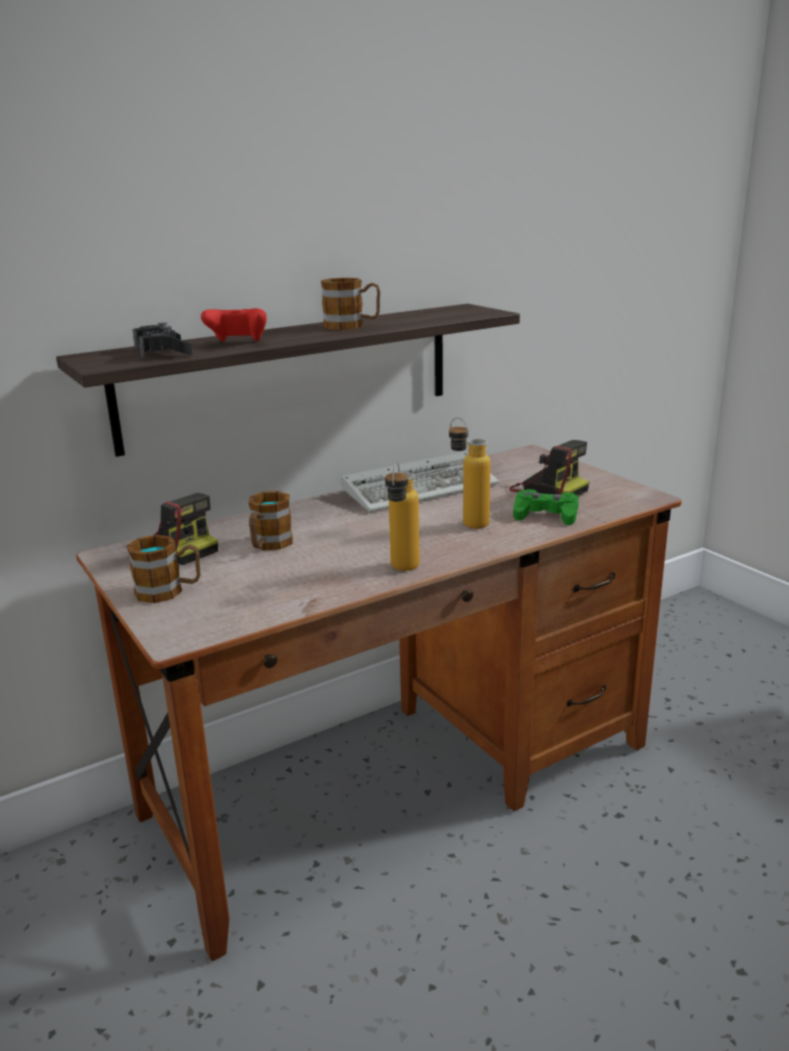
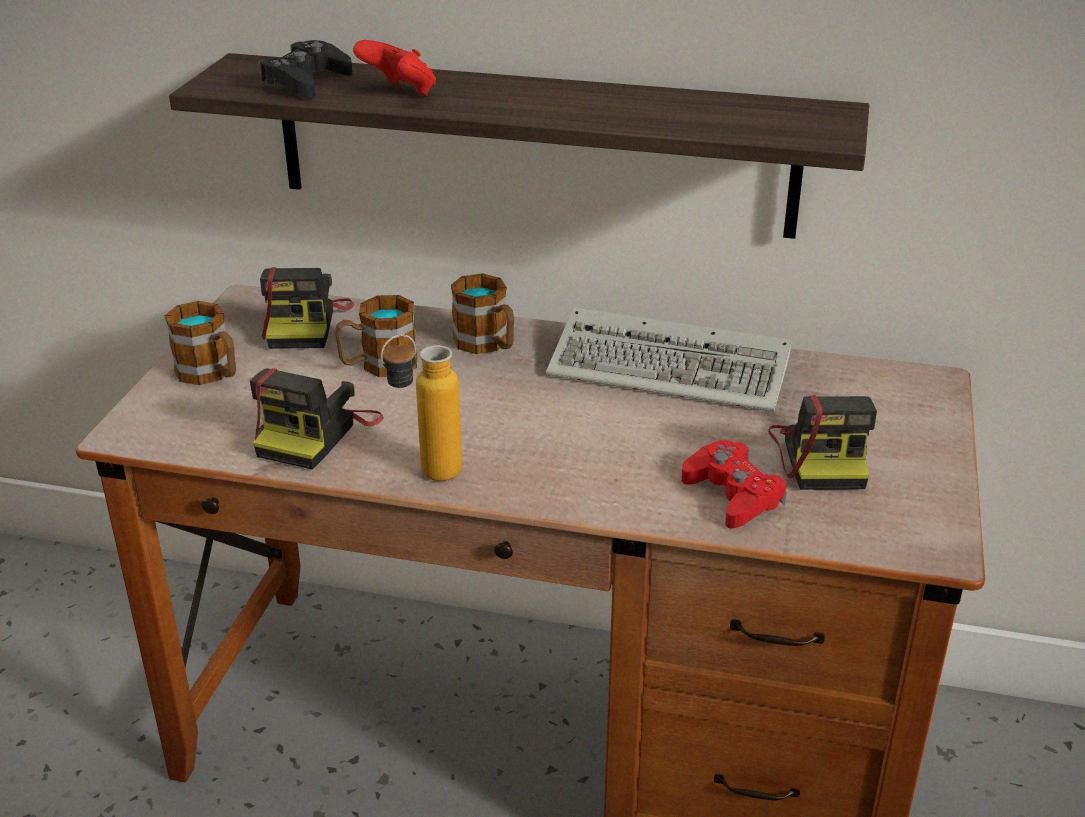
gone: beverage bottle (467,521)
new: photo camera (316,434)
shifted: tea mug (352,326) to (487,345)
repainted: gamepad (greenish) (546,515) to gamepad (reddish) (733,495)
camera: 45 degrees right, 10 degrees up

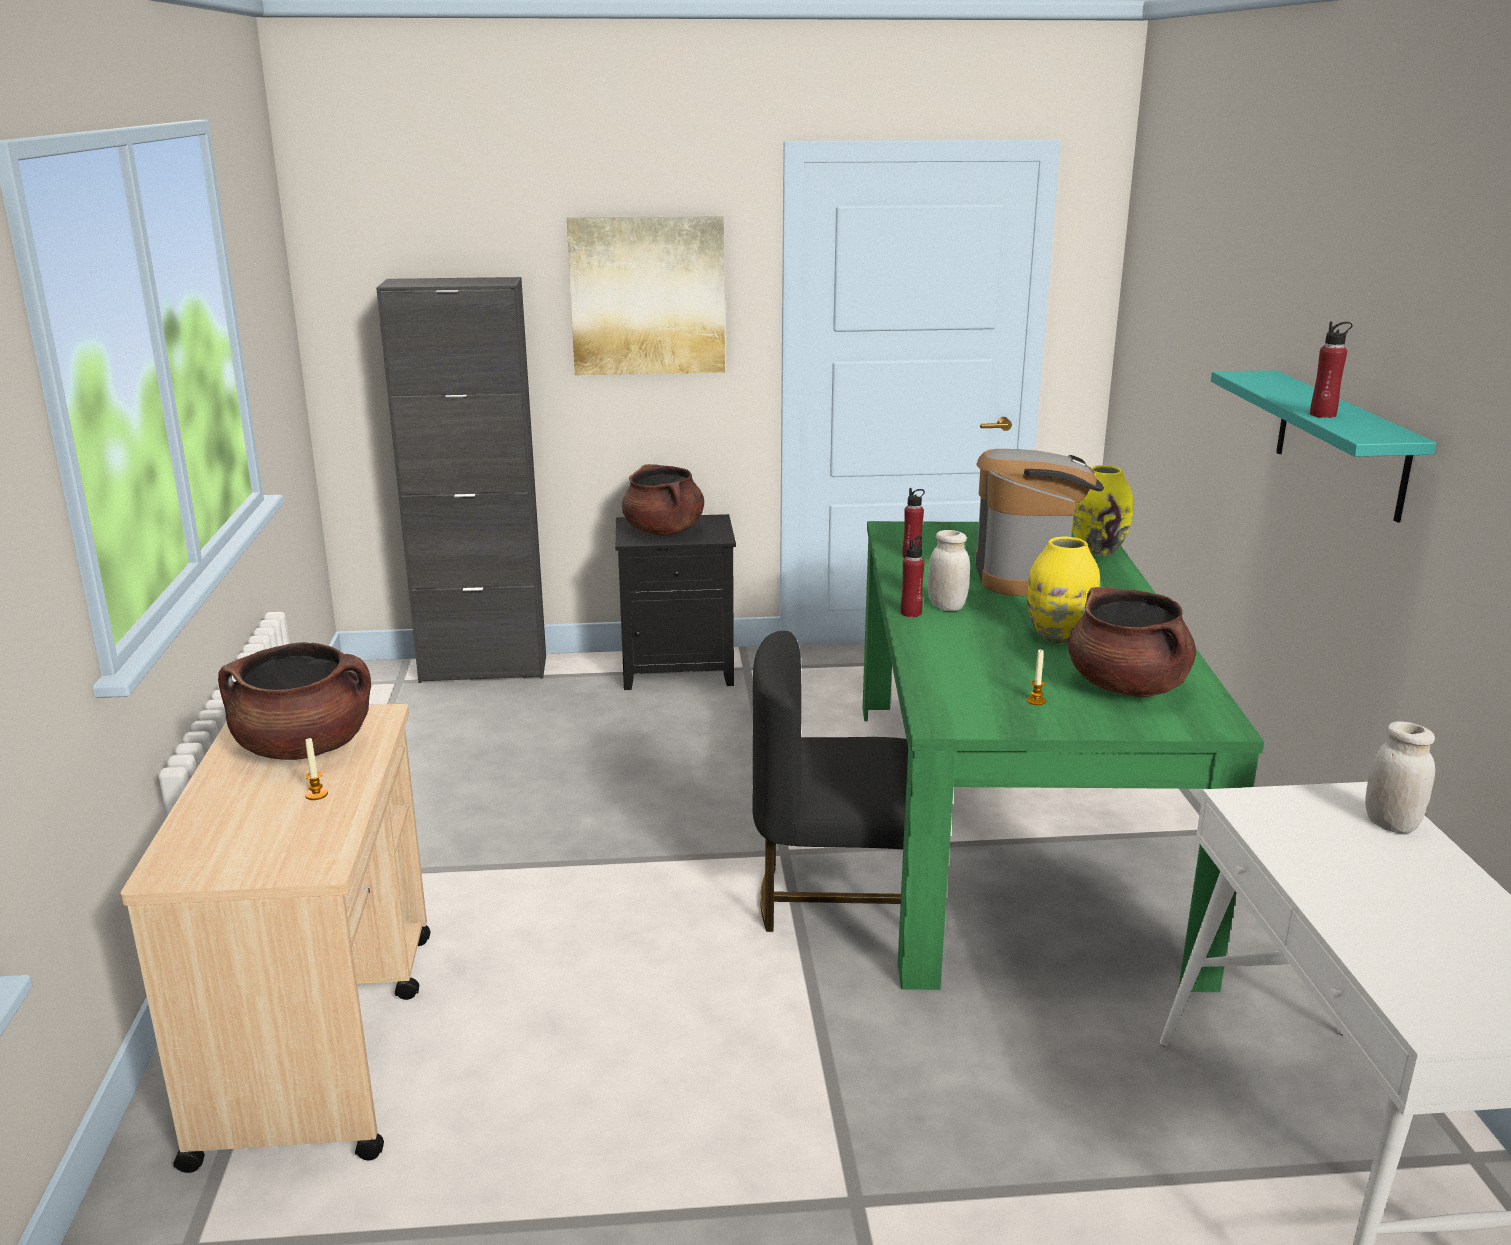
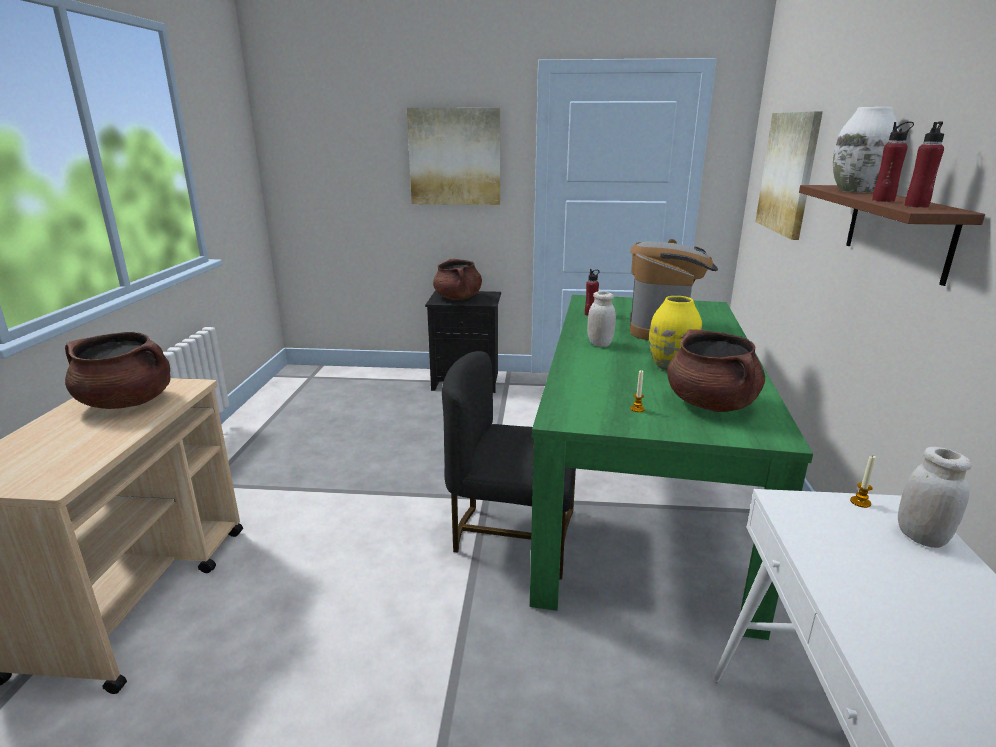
gone: storage cabinet (black) (483,669); flower vase (yellowish) (1097,550)
new: wall art (788,173); flower vase (white-coloured) (856,190)
shifted: wax candle (316,794) to (860,502); beverage bottle (reddish) (911,613) to (916,206)
repainted: wall shelf (turquoise-coloured) (1341,443) to wall shelf (brown-coloured) (897,230)
camera: 10 degrees right, 0 degrees up

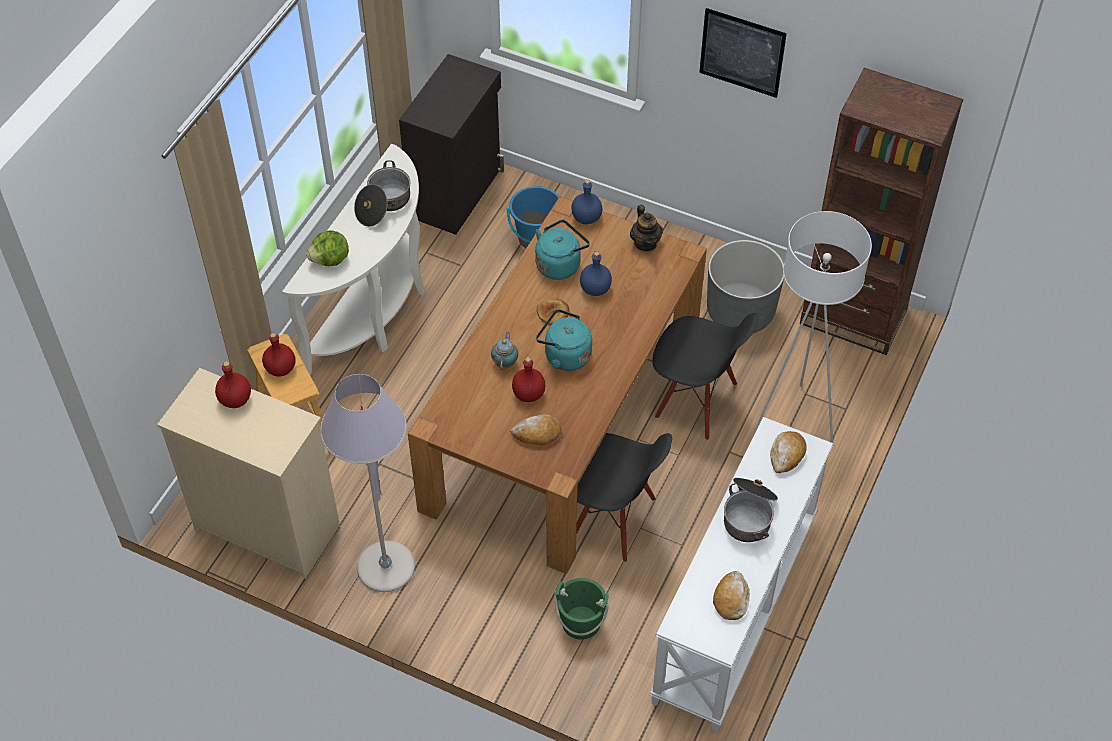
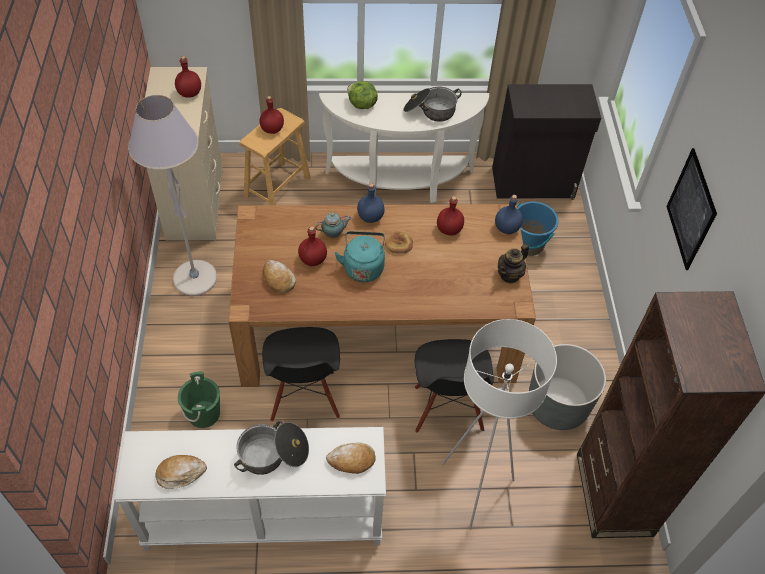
shifted: beverage bottle (blue-coloured) (595,289) to (370,217)
swapped: kettle (turquoise-coloured) (560,264) to beverage bottle (reddish) (449,230)
camera: 60 degrees right, 0 degrees up

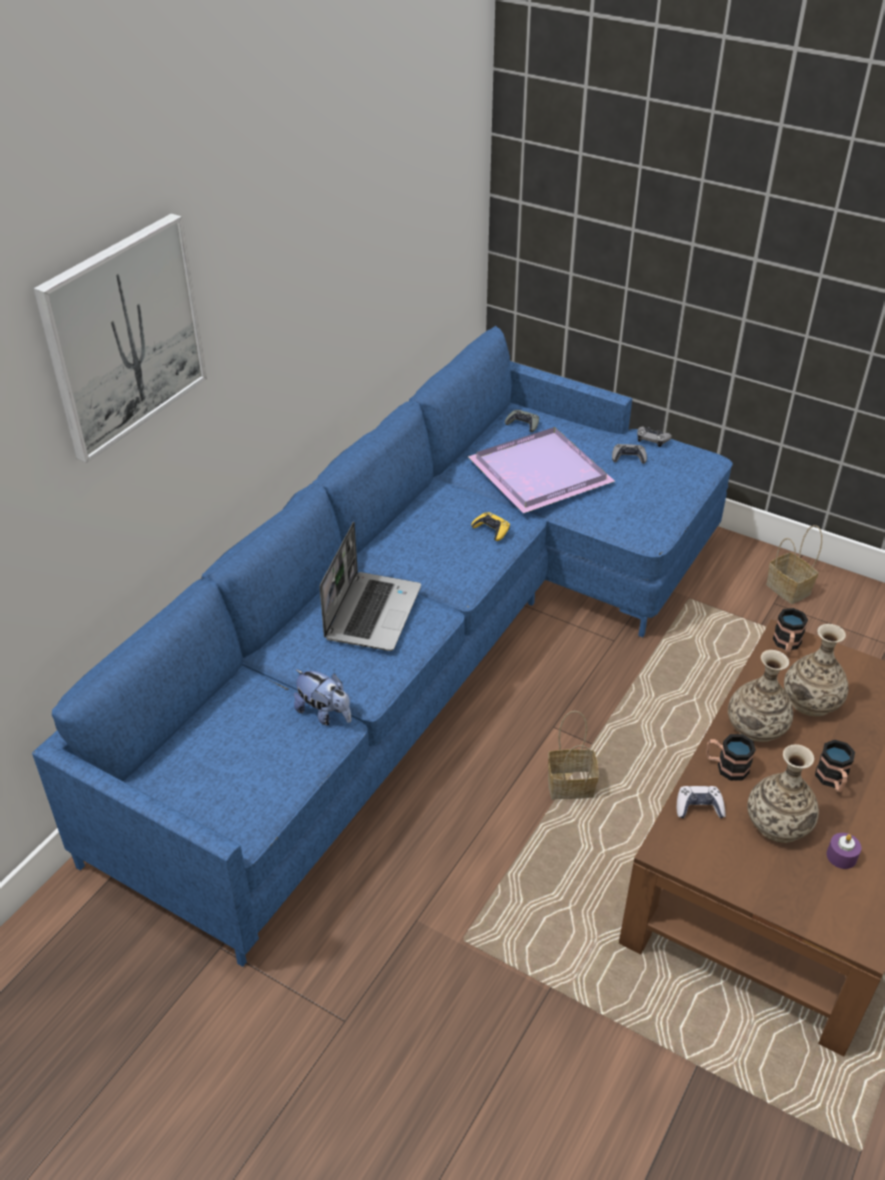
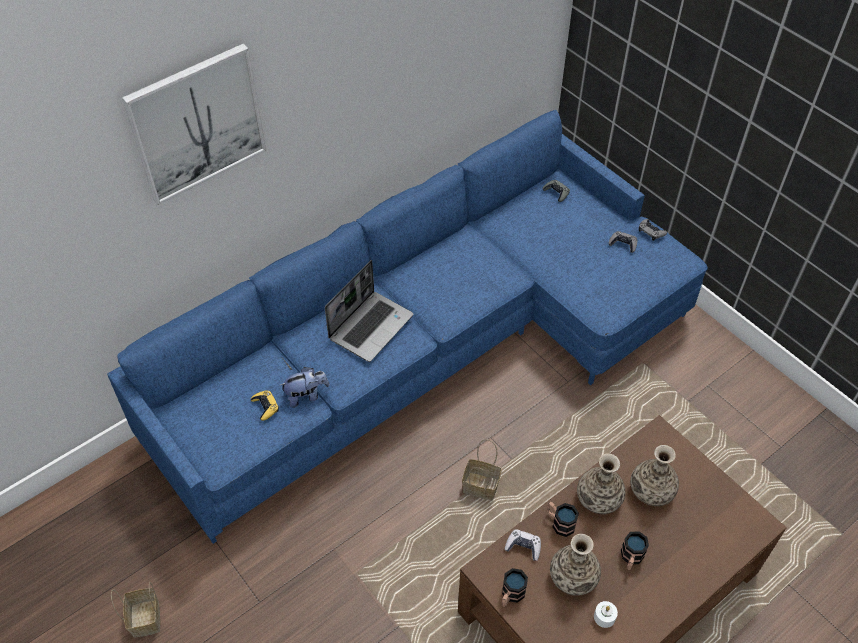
gone: tray (purple-coloured) (537,472)
shifted: household basket (790,589) to (146,619); gamepad (yellowish) (491,529) to (265,407); tea mug (786,645) to (511,595)
repainted: wax candle (purple-coloured) (841,856) to wax candle (white-coloured) (604,617)
rotated: plush toy (324,713) = (306,395) 75 degrees counterclockwise
camera: 20 degrees right, 10 degrees up

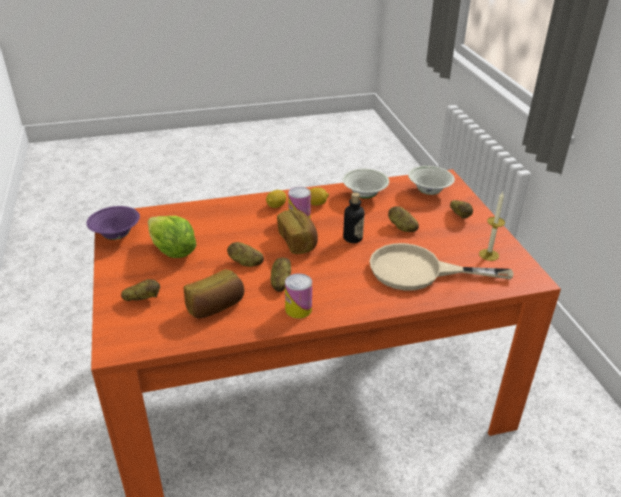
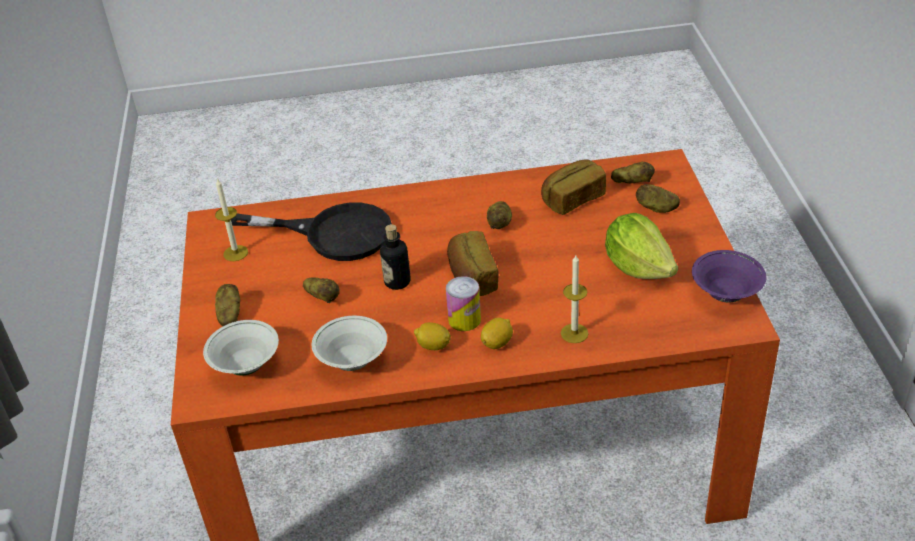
gone: can (298,309)
new: wax candle (574,333)
shifted: whole potato (245,263) to (632,183)
repainted: pan (beige-coloured) (419,271) to pan (black) (333,234)
camera: 170 degrees left, 5 degrees up

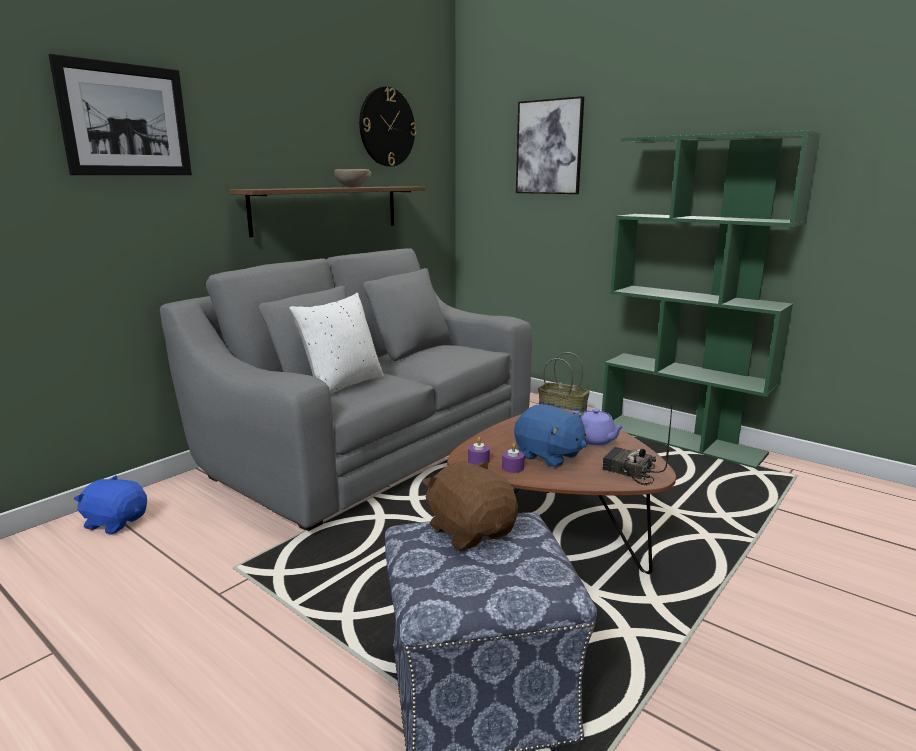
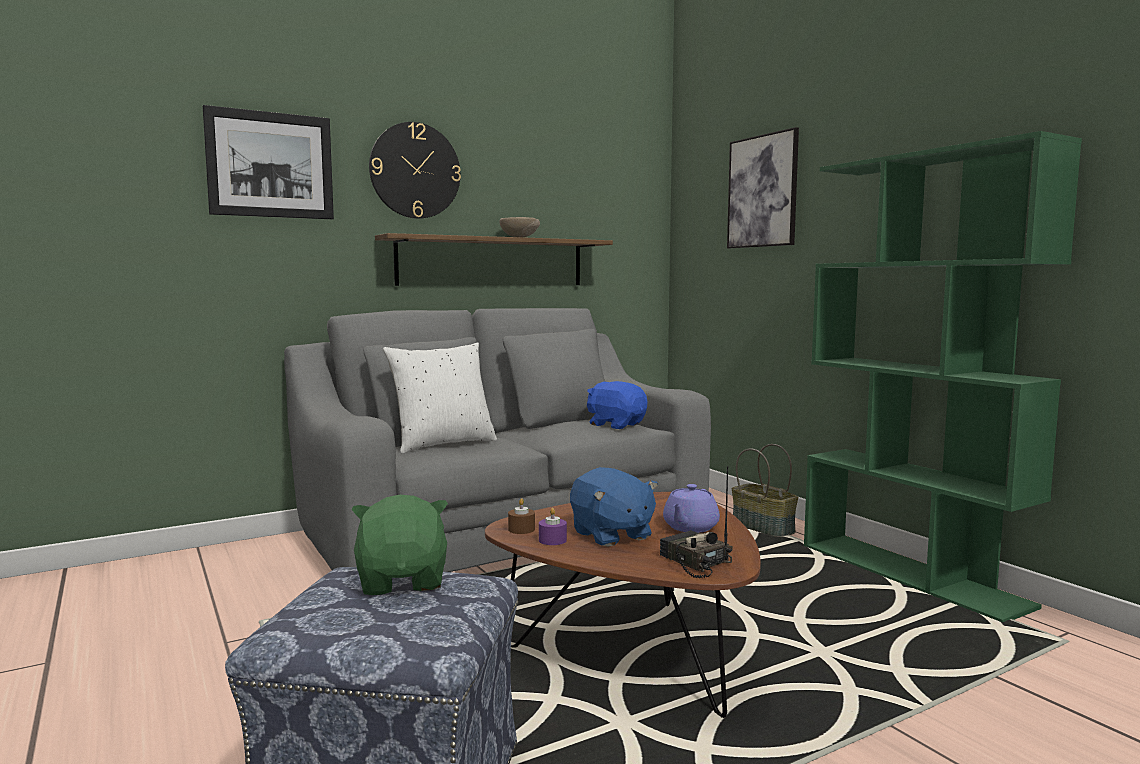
shifted: wall clock (387,127) to (415,171); plush toy (blue-coloured) (116,522) to (616,425)
repainted: plush toy (brown-coloured) (471,531) to plush toy (greenish) (403,581); wax candle (purple-coloured) (478,461) to wax candle (brown-coloured) (521,529)
rotated: pot for tea (purple-coloured) (595,440) = (690,527) 45 degrees clockwise
camera: 20 degrees right, 10 degrees down

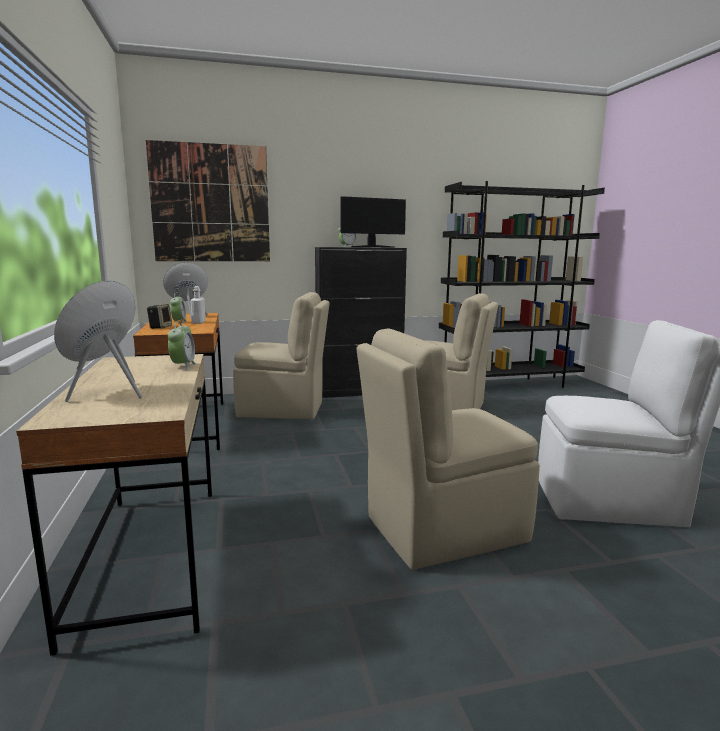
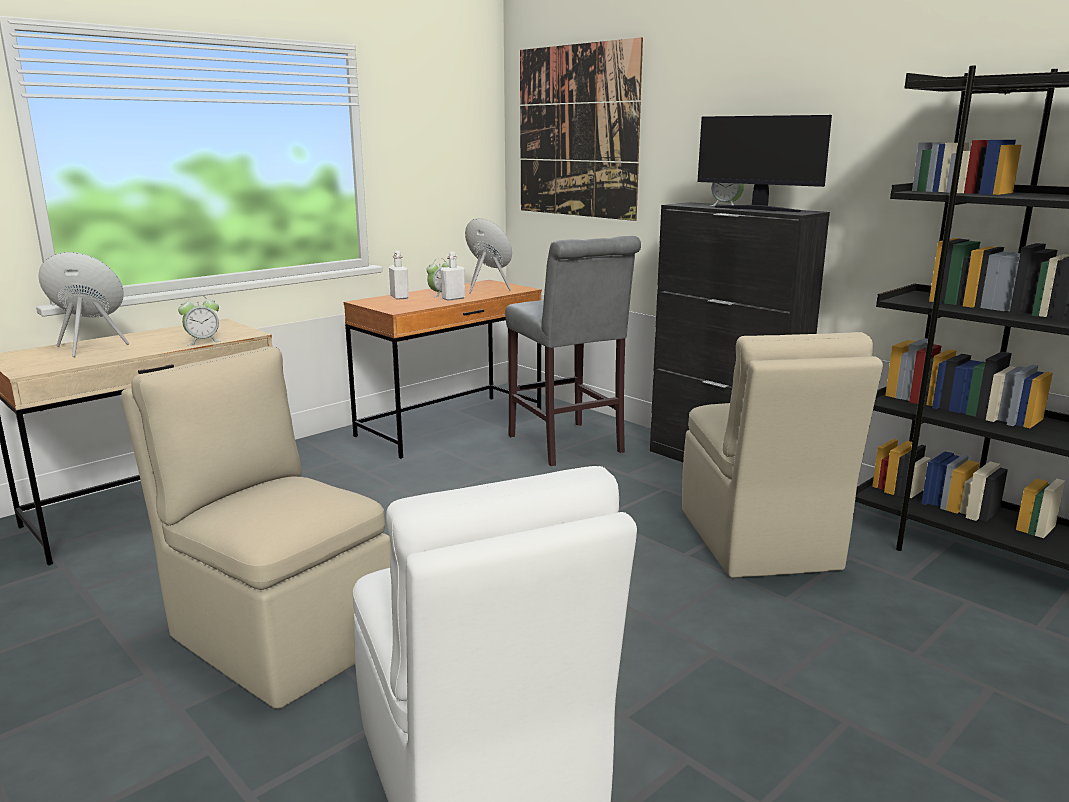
swapped: audio speaker (160,327) to beverage bottle (white-coloured) (399,297); chair (beige-coloured) (283,409) to stool seat (grey) (568,446)
camera: 60 degrees right, 5 degrees up

